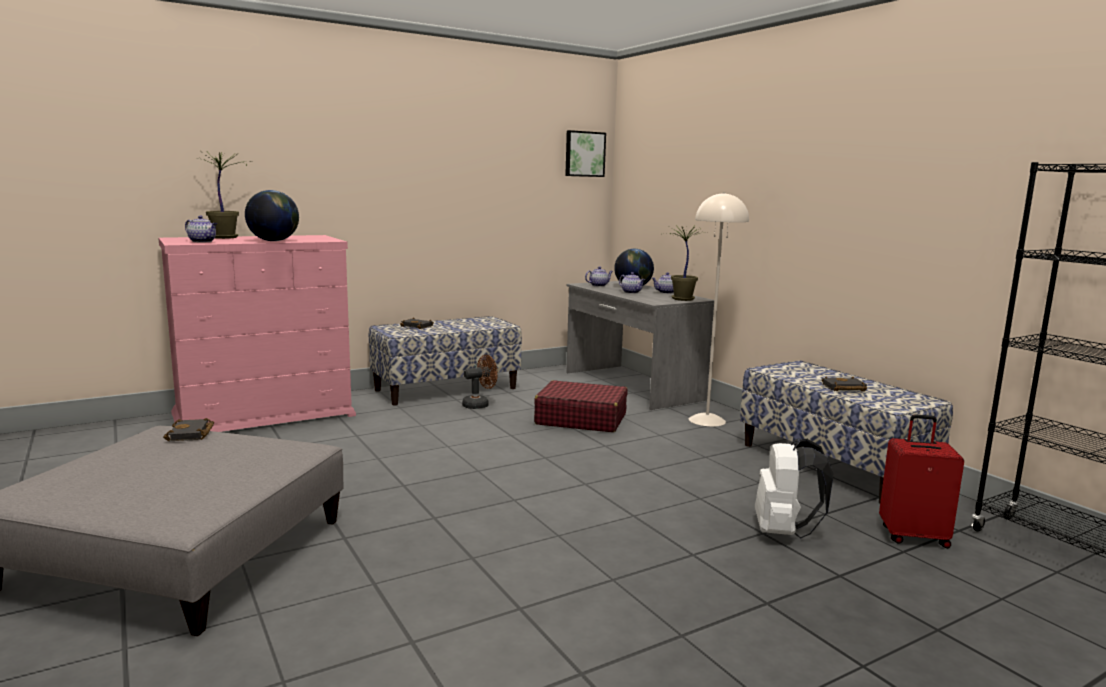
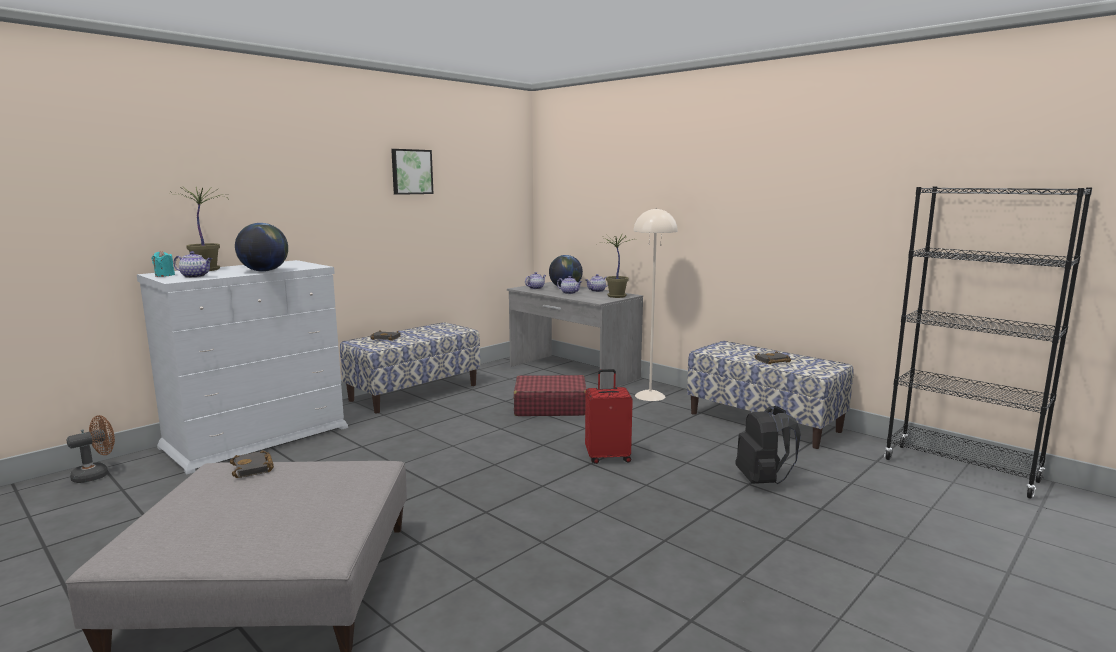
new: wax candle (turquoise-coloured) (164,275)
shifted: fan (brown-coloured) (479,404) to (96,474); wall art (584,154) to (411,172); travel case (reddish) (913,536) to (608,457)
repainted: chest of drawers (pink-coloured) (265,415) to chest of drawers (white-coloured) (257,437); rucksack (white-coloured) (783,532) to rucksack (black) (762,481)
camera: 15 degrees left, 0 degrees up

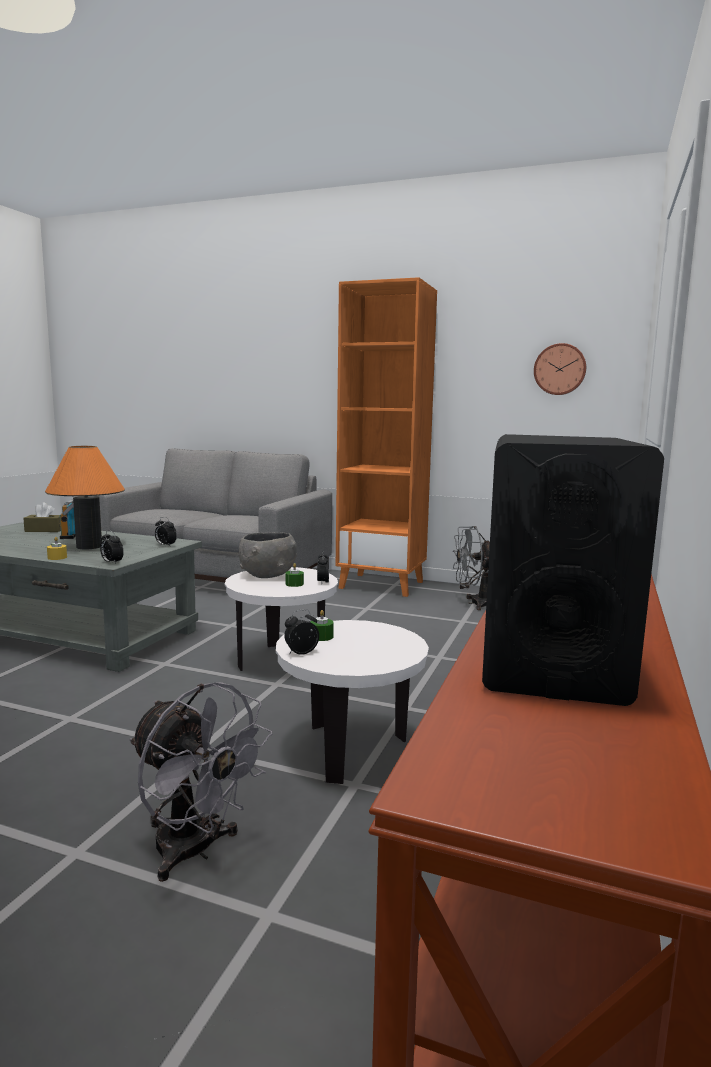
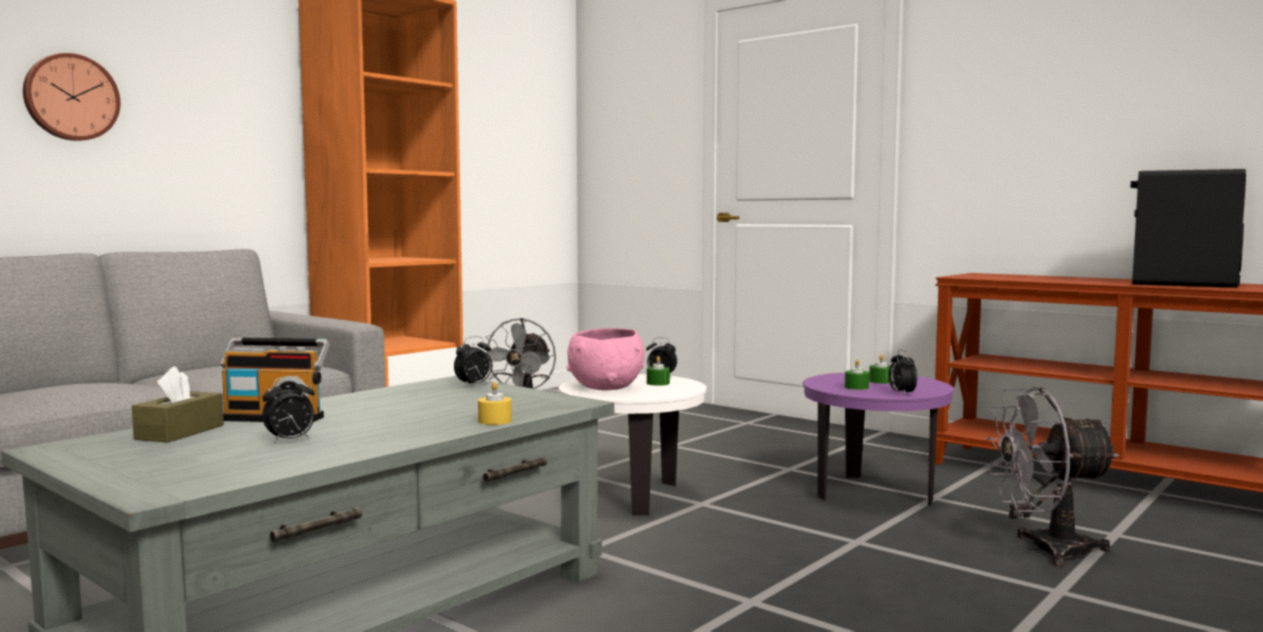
gone: lamp for a table (orange-coloured) (89,546)
new: wax candle (greenish) (880,381)
shifted: wall clock (559,369) to (71,97); bedside clock (111,563) to (290,441)
repainted: bowl (grey) (267,575) to bowl (pink-coloured) (605,387); accent table (white-coloured) (350,751) to accent table (purple-coloured) (874,493)
rotated: fan (grey) (195,851) = (1045,550) 150 degrees counterclockwise
camera: 70 degrees left, 5 degrees down

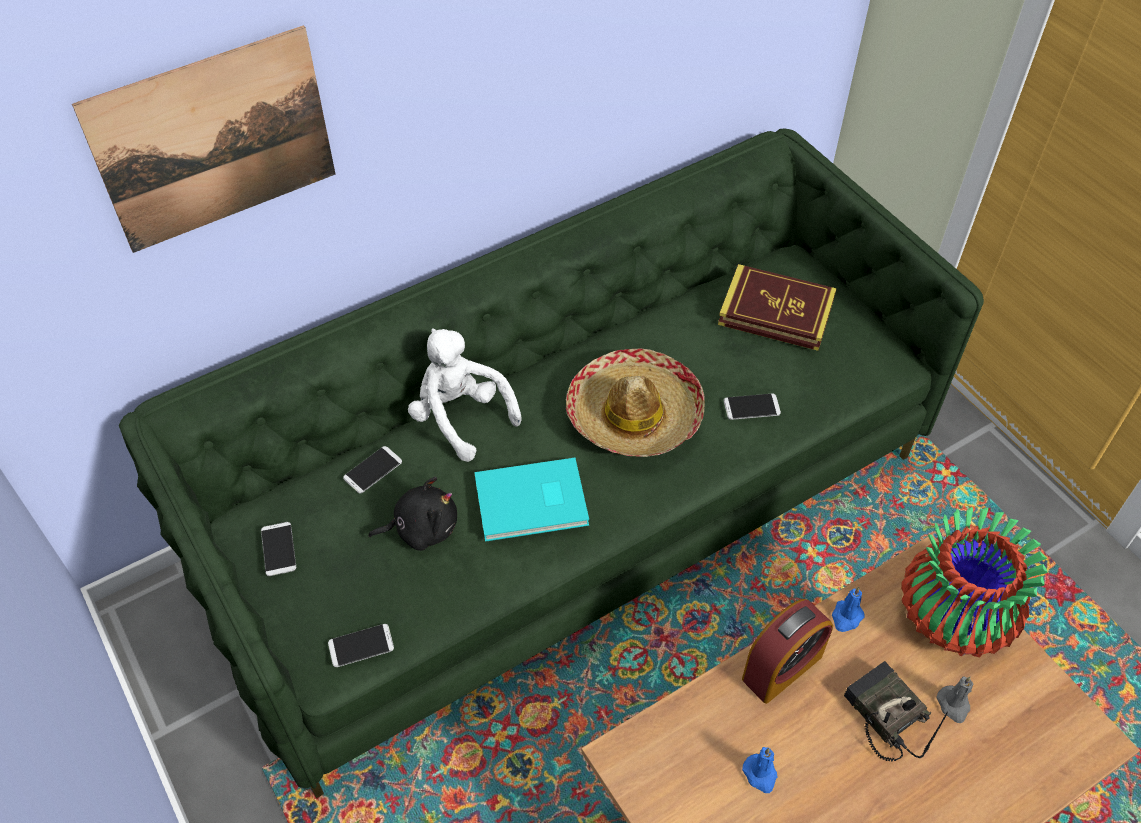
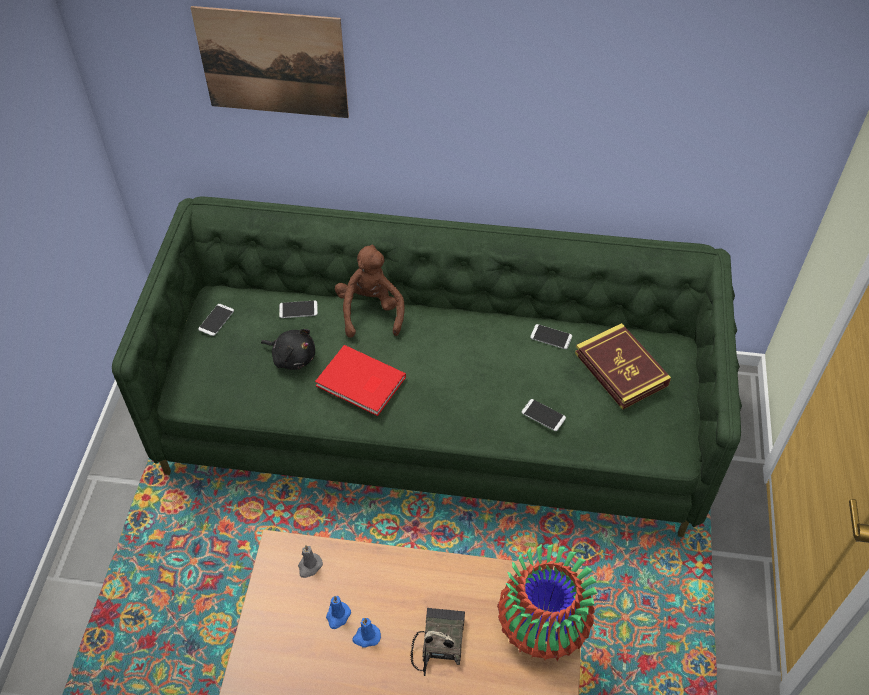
gone: wearable hat (634,415); bedside clock (782,667)
shifted: wax candle (grey) (953,705) to (309,566); wax candle (blue-coloured) (846,617) to (366,637); telephone (361,646) to (551,337)
repainted: bound book (turquoise-coloured) (533,503) to bound book (reddish) (360,383); plush toy (white-coloured) (460,417) to plush toy (brown-coloured) (371,311)
camera: 40 degrees right, 0 degrees up

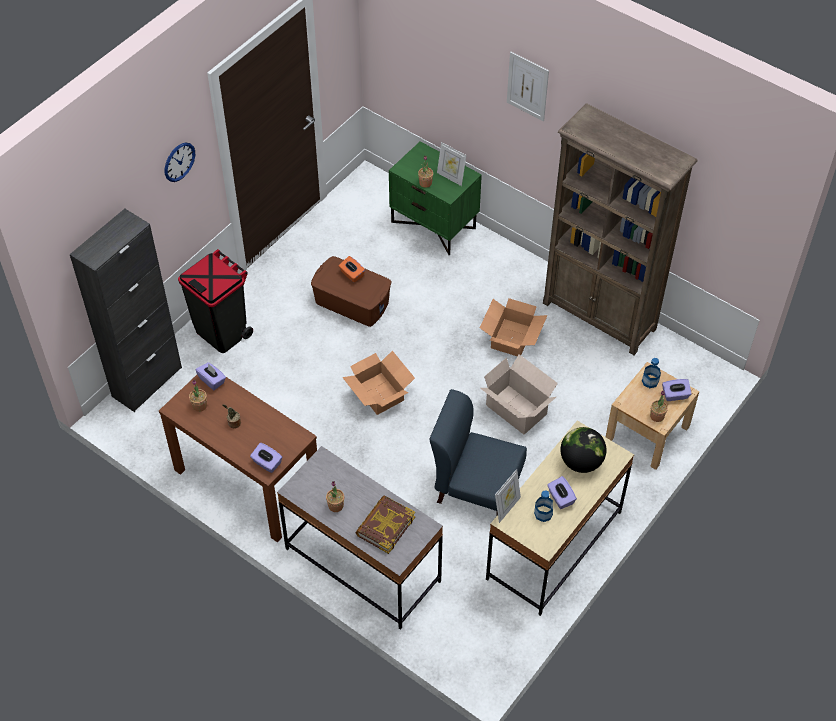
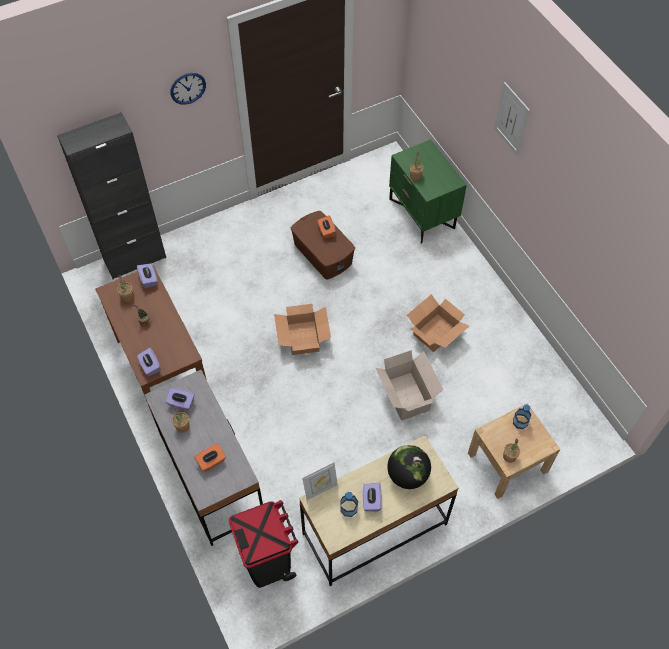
gone: chair (blue-coloured) (476,487); standing frame (451,177); bookcase (brown-coloured) (600,316)
shifted: tissue holder (purple-coloured) (675,395) to (181,403); waste bin (black) (222,332) to (268,561)
swapped: bound book (385,526) to tissue holder (orange-coloured) (211,461)
camera: 25 degrees right, 5 degrees up

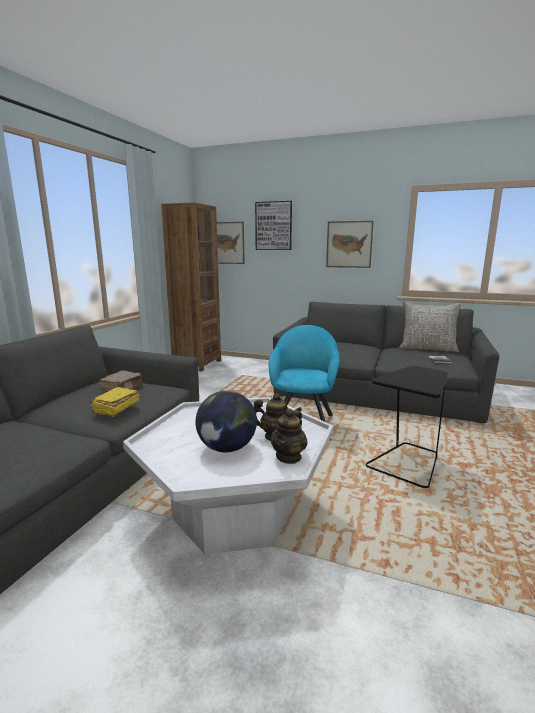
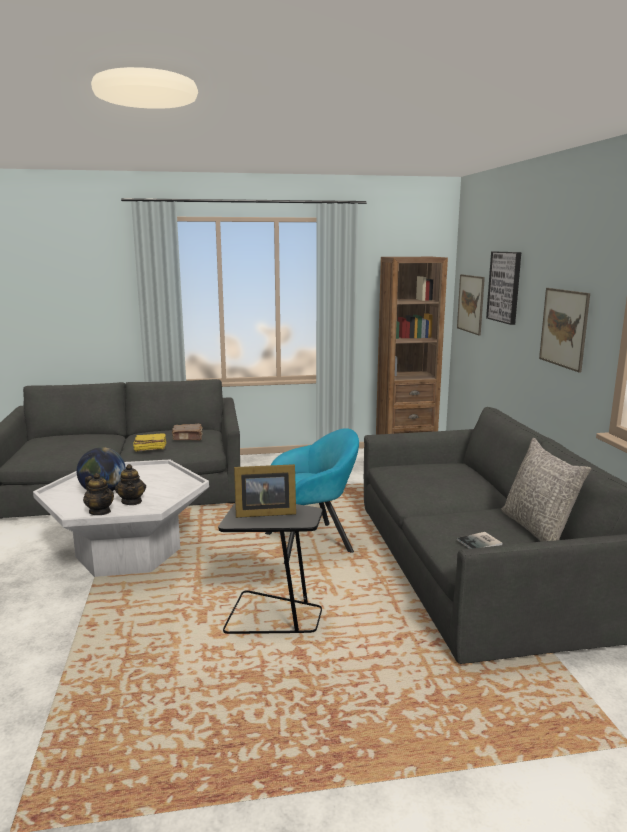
new: standing frame (263,512)
rotated: pot for tea (289,457) = (100,511) 135 degrees counterclockwise
camera: 60 degrees right, 0 degrees up

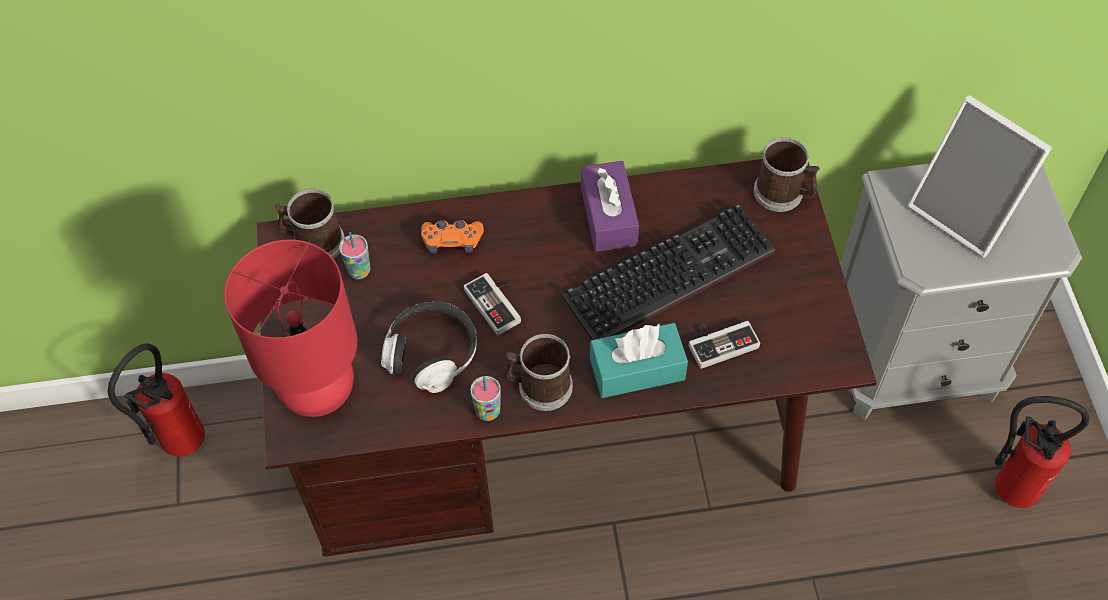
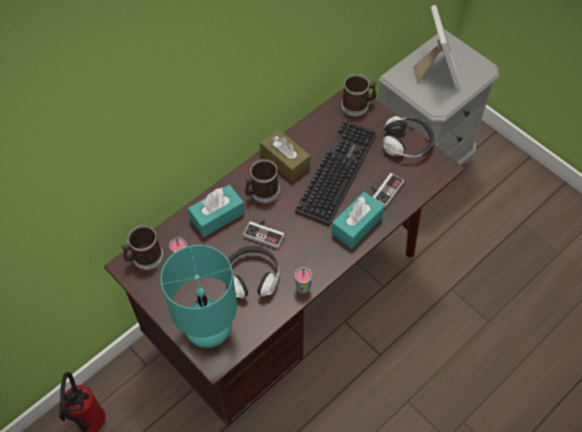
gone: extinguisher (1007,487)
new: pair of headphones (407,143)
shifted: tea mug (539,386) to (262,192)
swapped: gamepad (orange-coloured) (452,241) to tissue holder (turquoise-coloured) (217,216)
repainted: lamp for a table (reddish) (317,389) to lamp for a table (turquoise-coloured) (208,330); tissue holder (purple-coloured) (608,216) to tissue holder (brown-coloured) (285,160)
rotated: standing frame (964,213) = (437,73) 105 degrees counterclockwise
camera: 35 degrees left, 0 degrees up

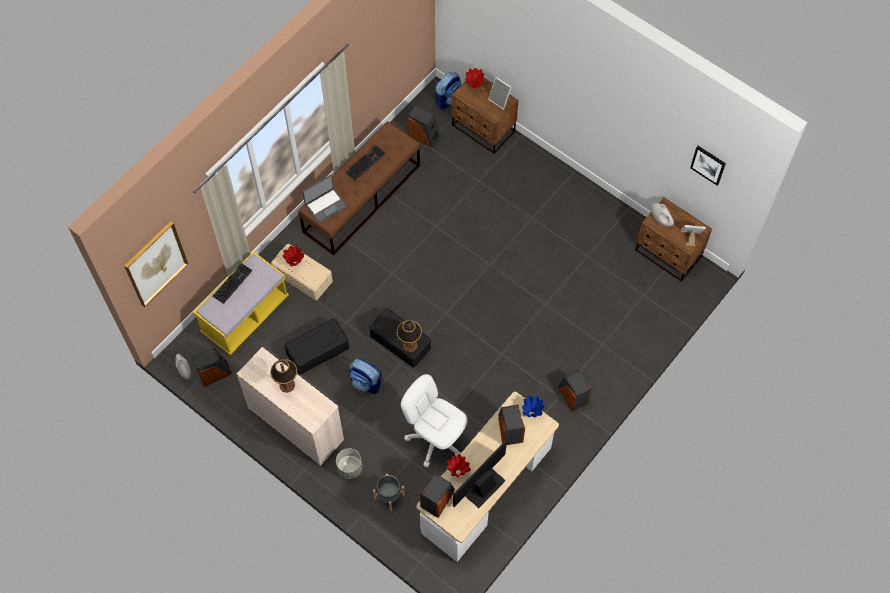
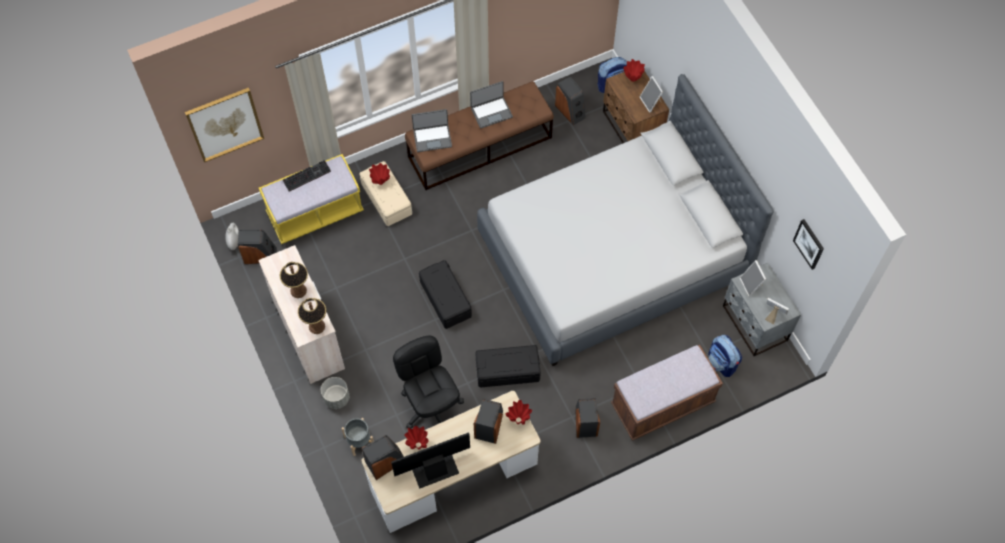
new: bedroom bed (grey) (613,255); bench (brown-coloured) (662,404)
shifted: lamp for a table (410,345) to (316,326); storage bin (black) (318,350) to (508,370); rucksack (366,383) to (722,363)
swapped: PC keyboard (365,162) to portable computer (491,112); flower vase (white-coloured) (660,221) to standing frame (751,285)
repainted: computer chair (white-coloured) (435,439) to computer chair (black) (431,406); flower vase (blue-coloured) (532,413) to flower vase (reddish) (519,419); bedside table (brown-coloured) (668,254) to bedside table (grey) (754,324)
camera: 25 degrees right, 0 degrees up

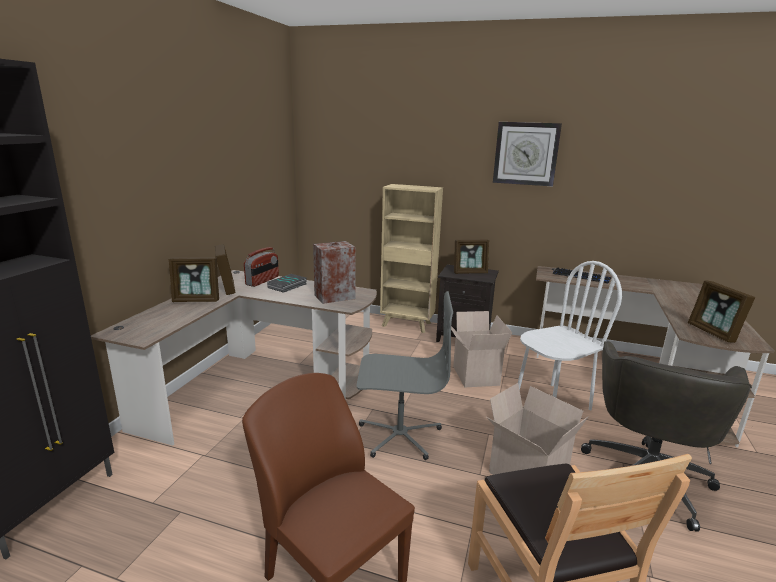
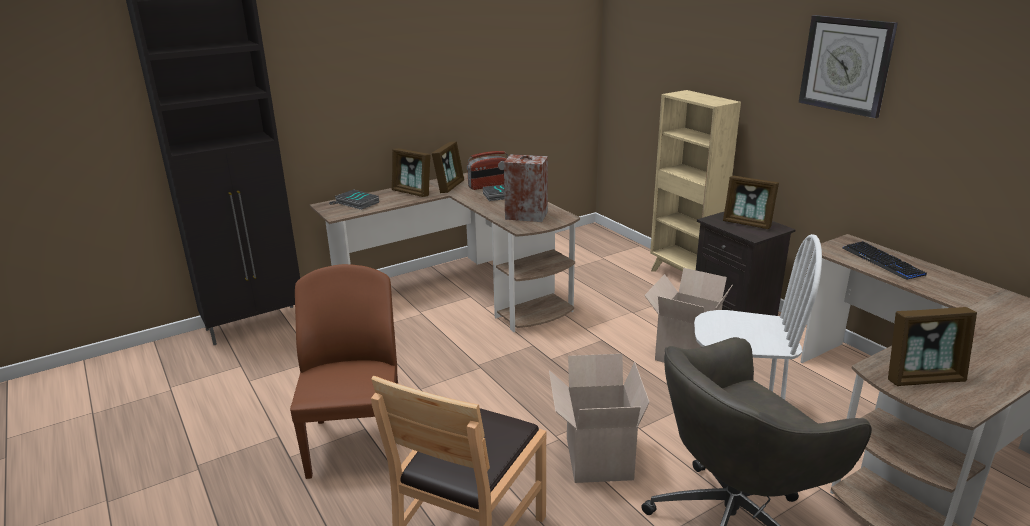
gone: computer chair (grey) (399,435)
new: bound book (356,203)
rotated: standing frame (713,333) = (923,378) 120 degrees counterclockwise
camera: 40 degrees right, 5 degrees up

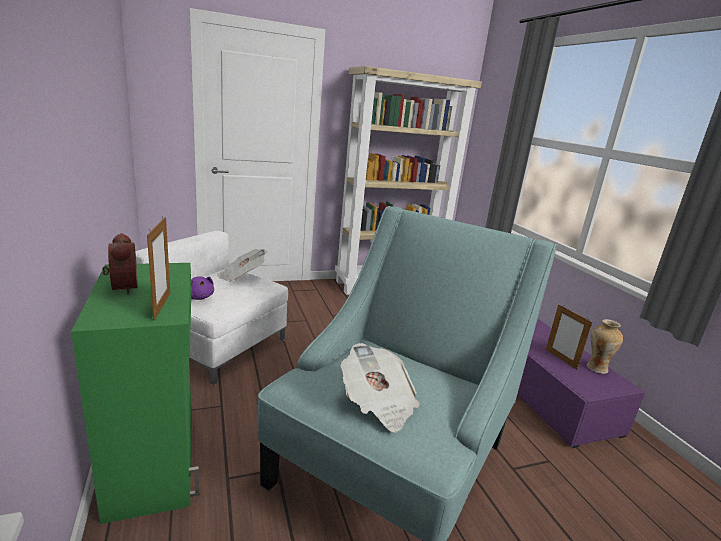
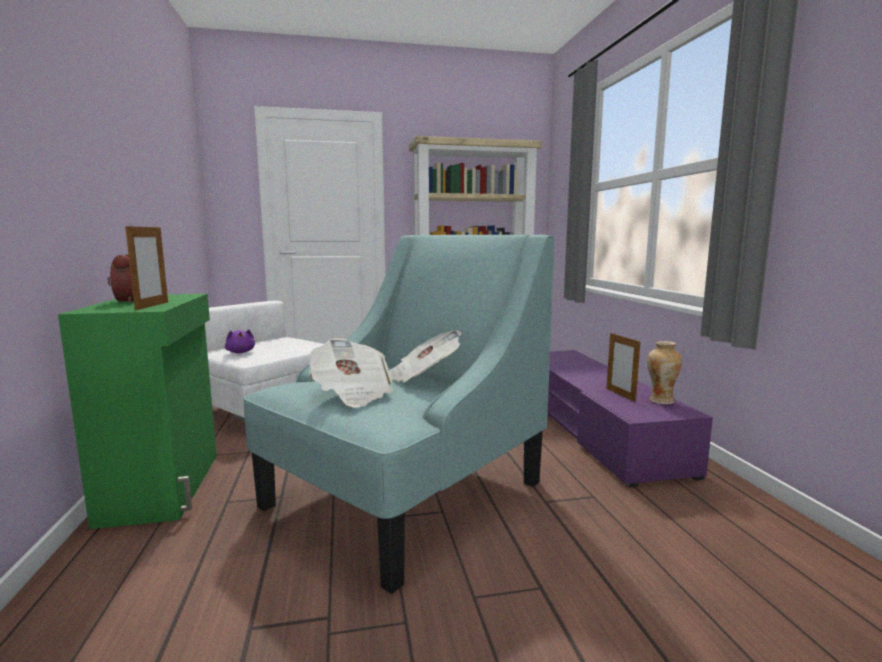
shifted: daily paper (241,276) to (422,376)
camera: 10 degrees right, 10 degrees down

